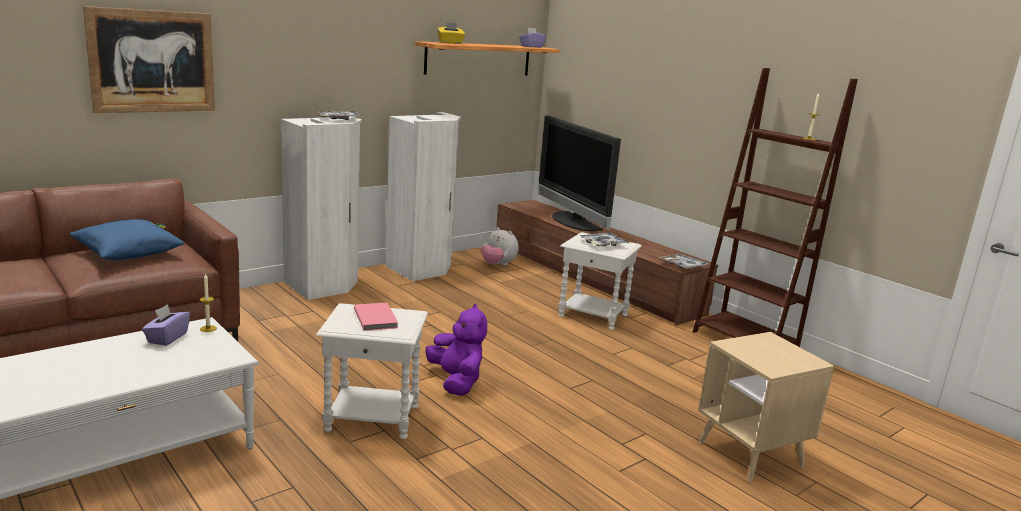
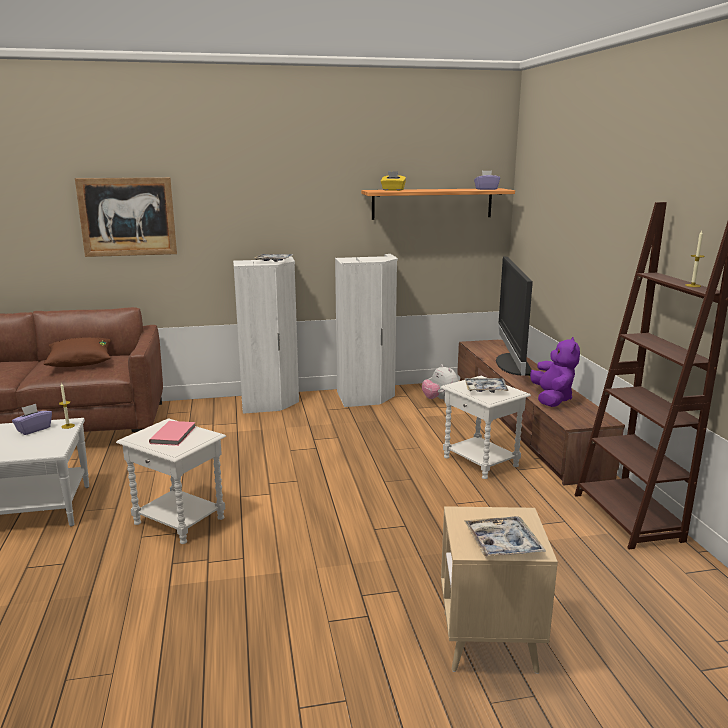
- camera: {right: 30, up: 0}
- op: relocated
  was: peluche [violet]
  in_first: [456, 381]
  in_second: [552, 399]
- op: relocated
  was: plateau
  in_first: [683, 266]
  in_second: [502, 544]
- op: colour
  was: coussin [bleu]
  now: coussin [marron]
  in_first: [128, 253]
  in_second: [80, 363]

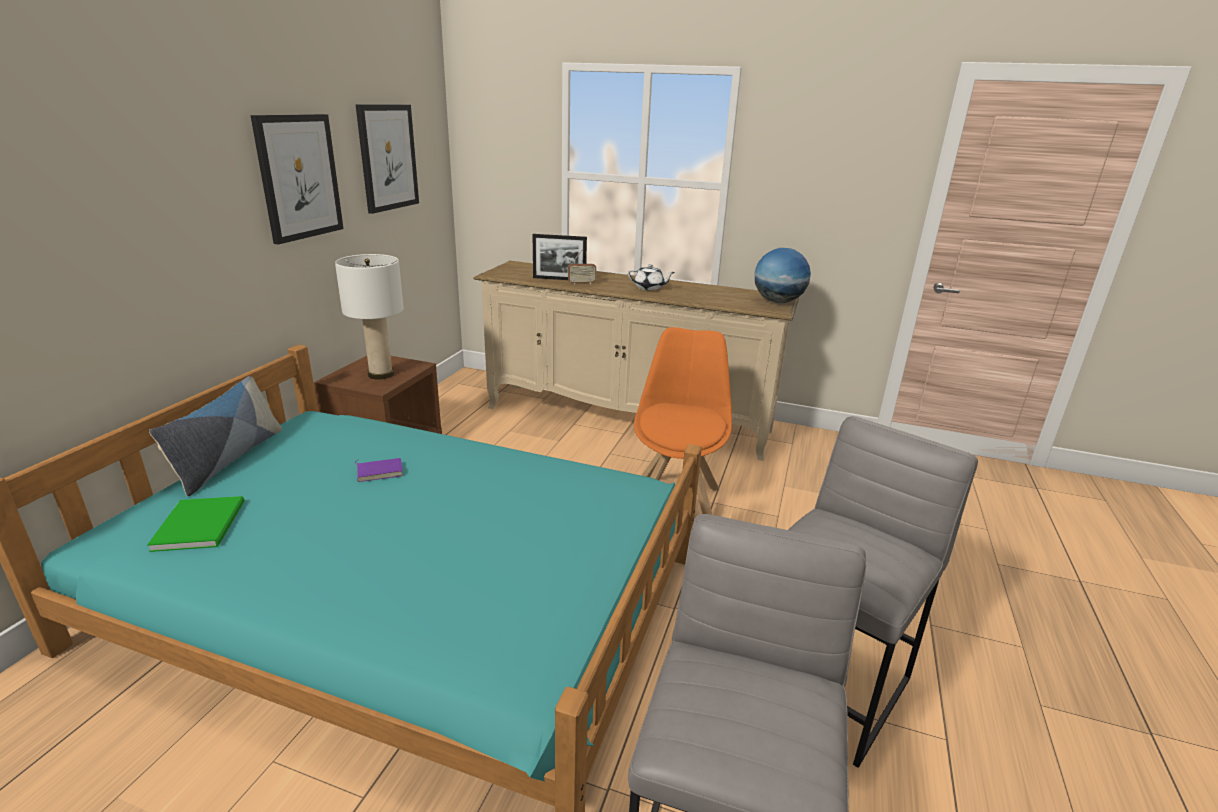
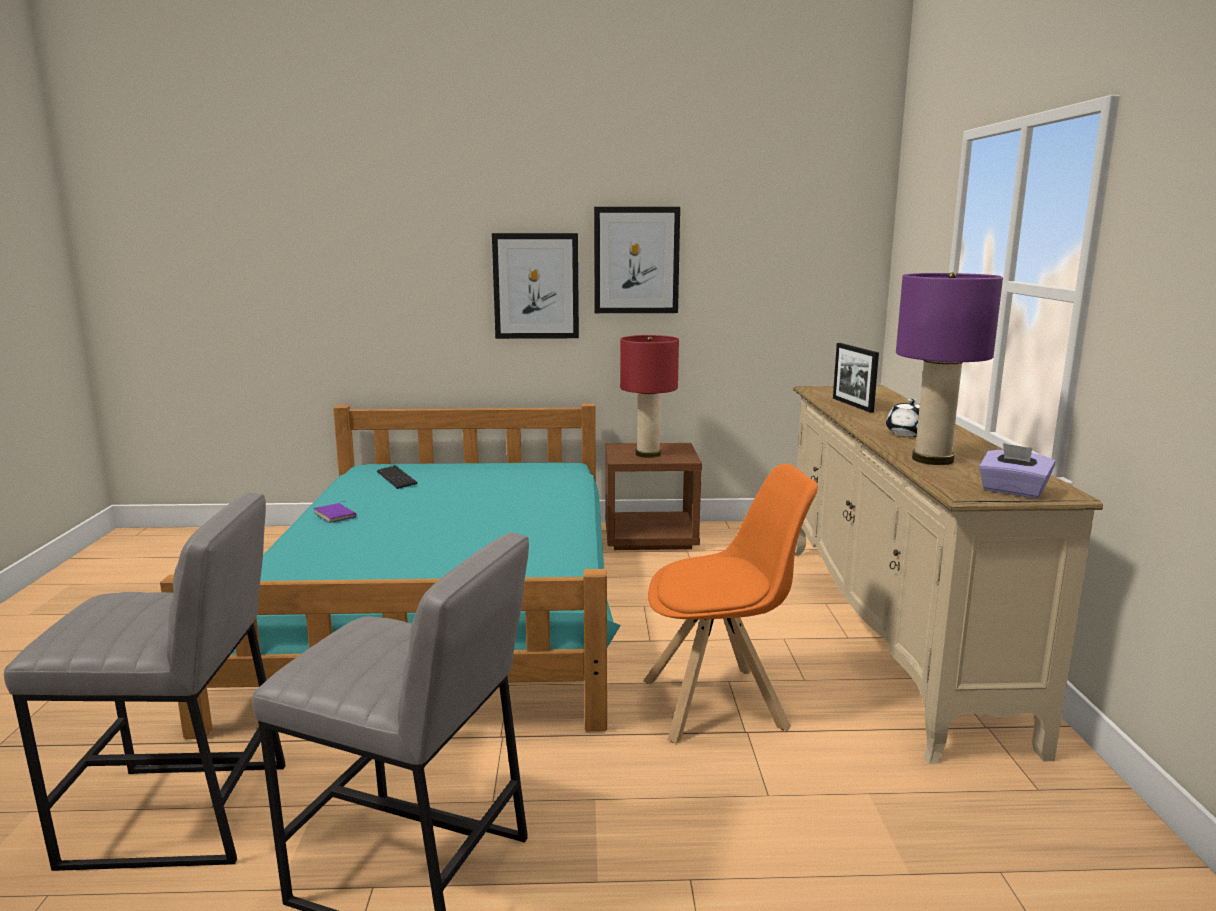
- camera: {right: 70, up: -10}
- op: missing
  was: coussin
  in_first: [229, 459]
- op: missing
  was: radio
  in_first: [581, 283]
- op: appeared
  now: lampe de table [violet]
  in_second: [932, 459]
- op: relocated
  was: livre [violet]
  in_first: [380, 471]
  in_second: [336, 515]
- op: relocated
  was: tableau
  in_first: [387, 157]
  in_second: [536, 286]
- op: exchanged
  was: livre [vert]
  now: clavier
  in_first: [203, 524]
  in_second: [396, 478]
- op: exchanged
  was: globe
  now: boîte à mouchoirs [violet]
  in_first: [777, 302]
  in_second: [1013, 491]
- op: colour
  was: lampe de table [blanc]
  now: lampe de table [rouge]
  in_first: [381, 374]
  in_second: [648, 454]

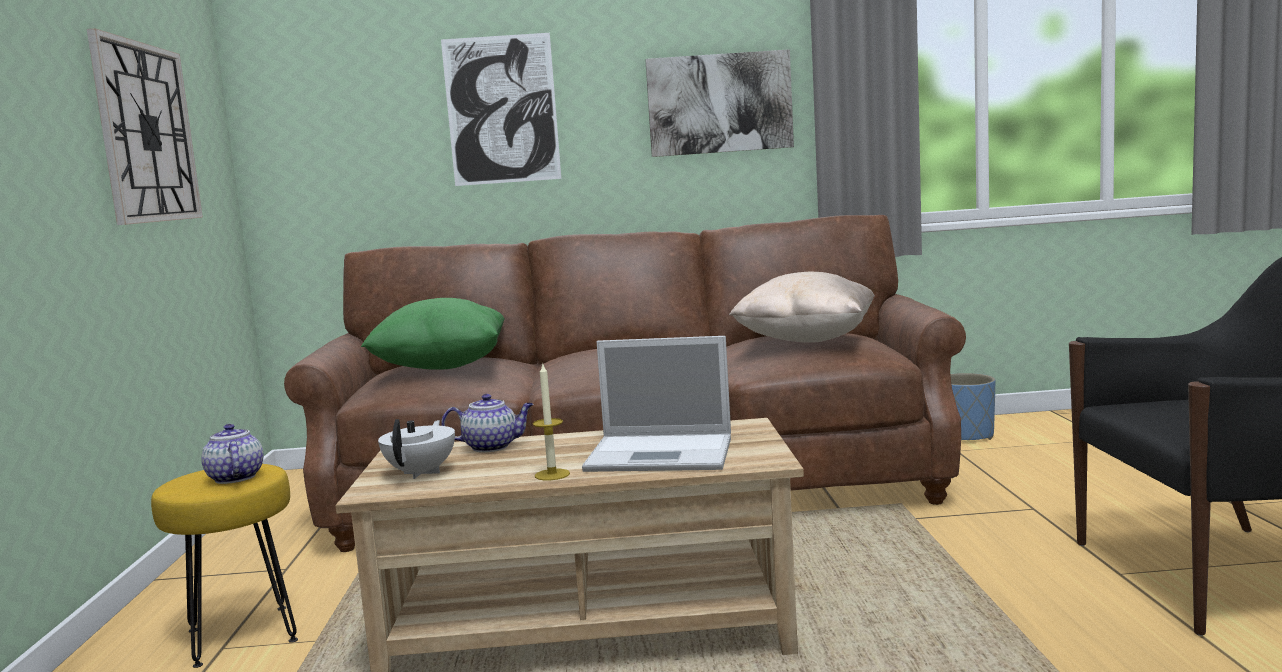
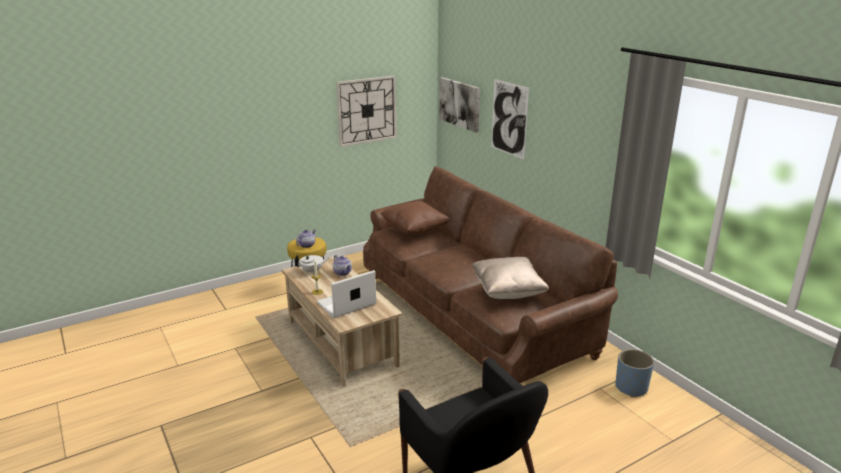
- camera: {right: 60, up: 15}
- op: relocated
  was: tableau
  in_first: [719, 103]
  in_second: [460, 103]
- op: colour
  was: coussin [vert]
  now: coussin [marron]
  in_first: [442, 367]
  in_second: [415, 230]
- op: spun
  was: ordinateur portable
  in_first: [663, 454]
  in_second: [345, 304]
  clockwise: 75

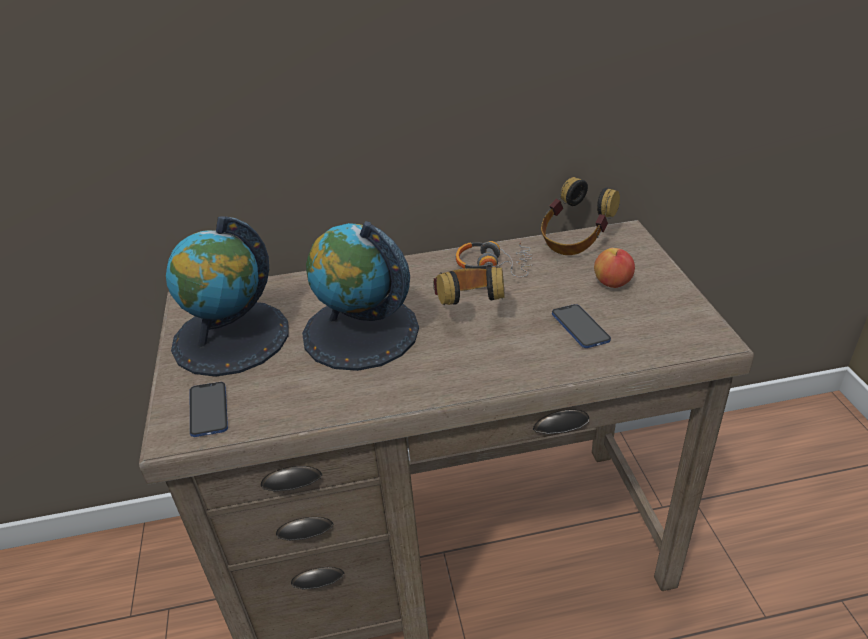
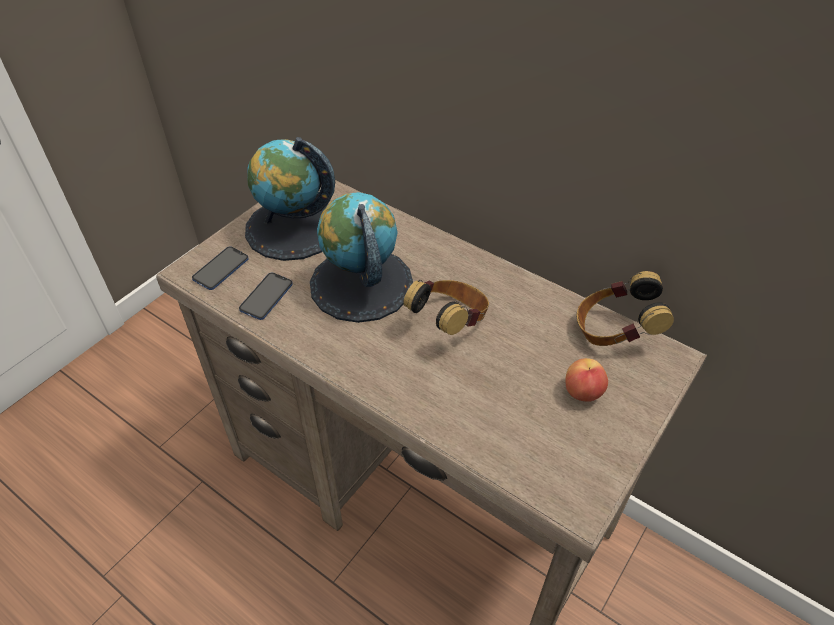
- camera: {right: 45, up: 10}
- op: missing
  was: casque audio
  in_first: [494, 265]
- op: relocated
  was: téléphone
  in_first: [580, 327]
  in_second: [266, 297]

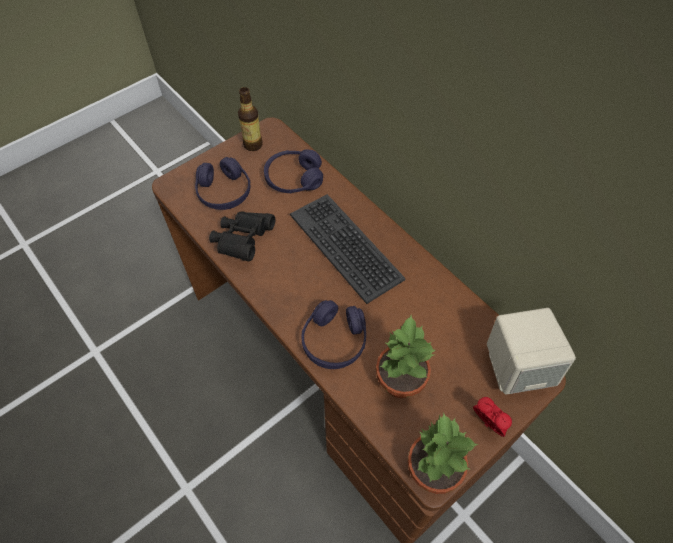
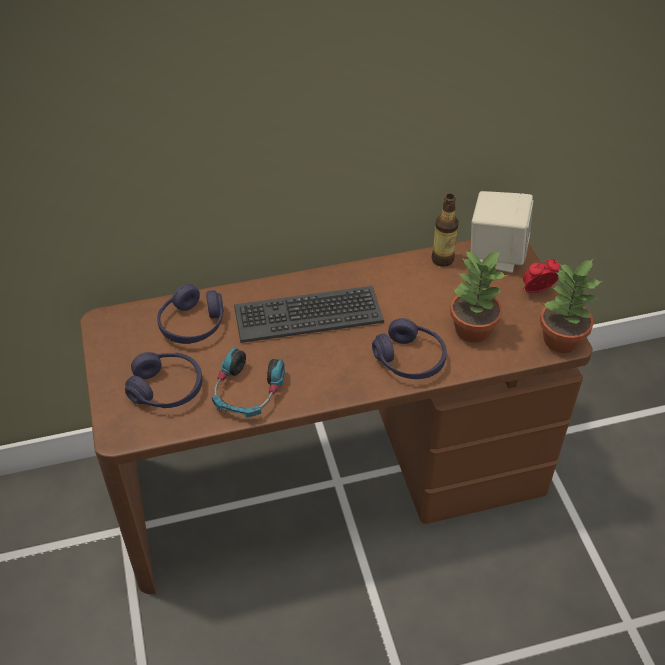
- camera: {right: -65, up: -10}
- op: relocated
  was: bouteille
  in_first: [253, 145]
  in_second: [442, 259]
- op: exchanged
  was: jumelles [noir]
  now: casque audio
  in_first: [243, 241]
  in_second: [247, 392]

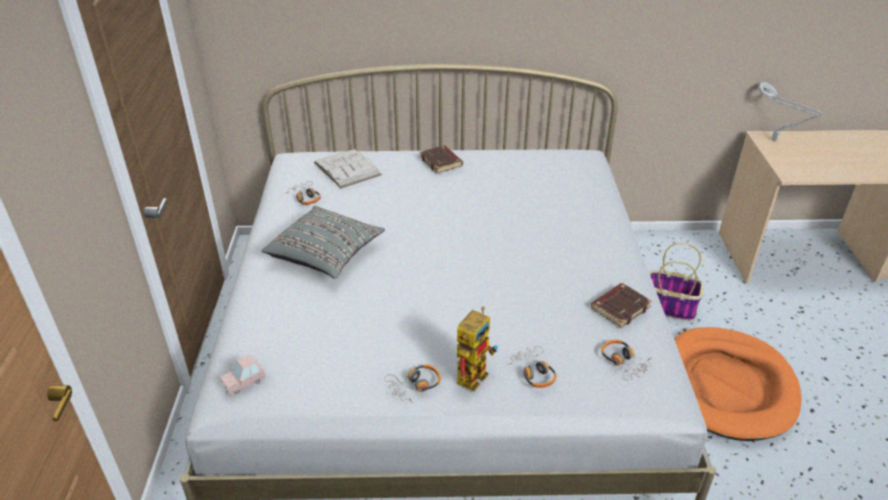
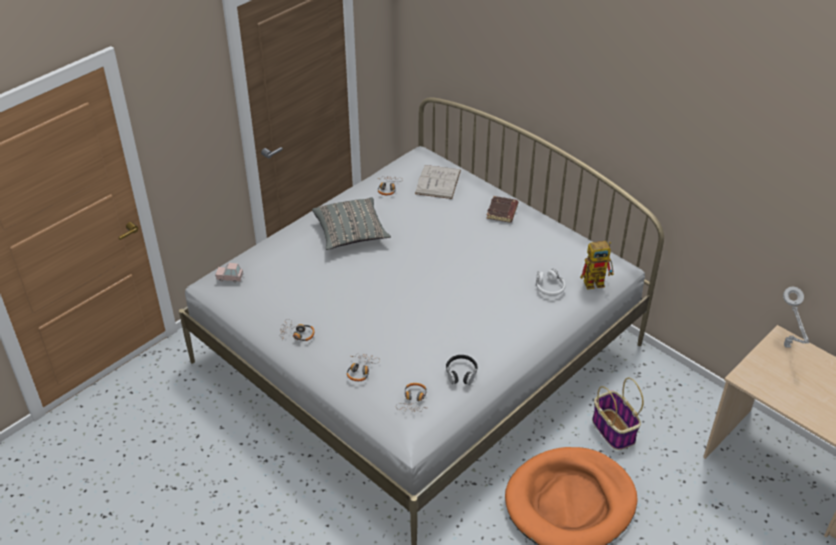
- camera: {right: 45, up: 5}
- op: appeared
  now: casque audio [blanc]
  in_second: [549, 287]
- op: relocated
  was: robot jouet
  in_first: [473, 372]
  in_second: [597, 281]
- op: exchanged
  was: livre [marron]
  now: casque audio [noir]
  in_first: [620, 307]
  in_second: [461, 373]

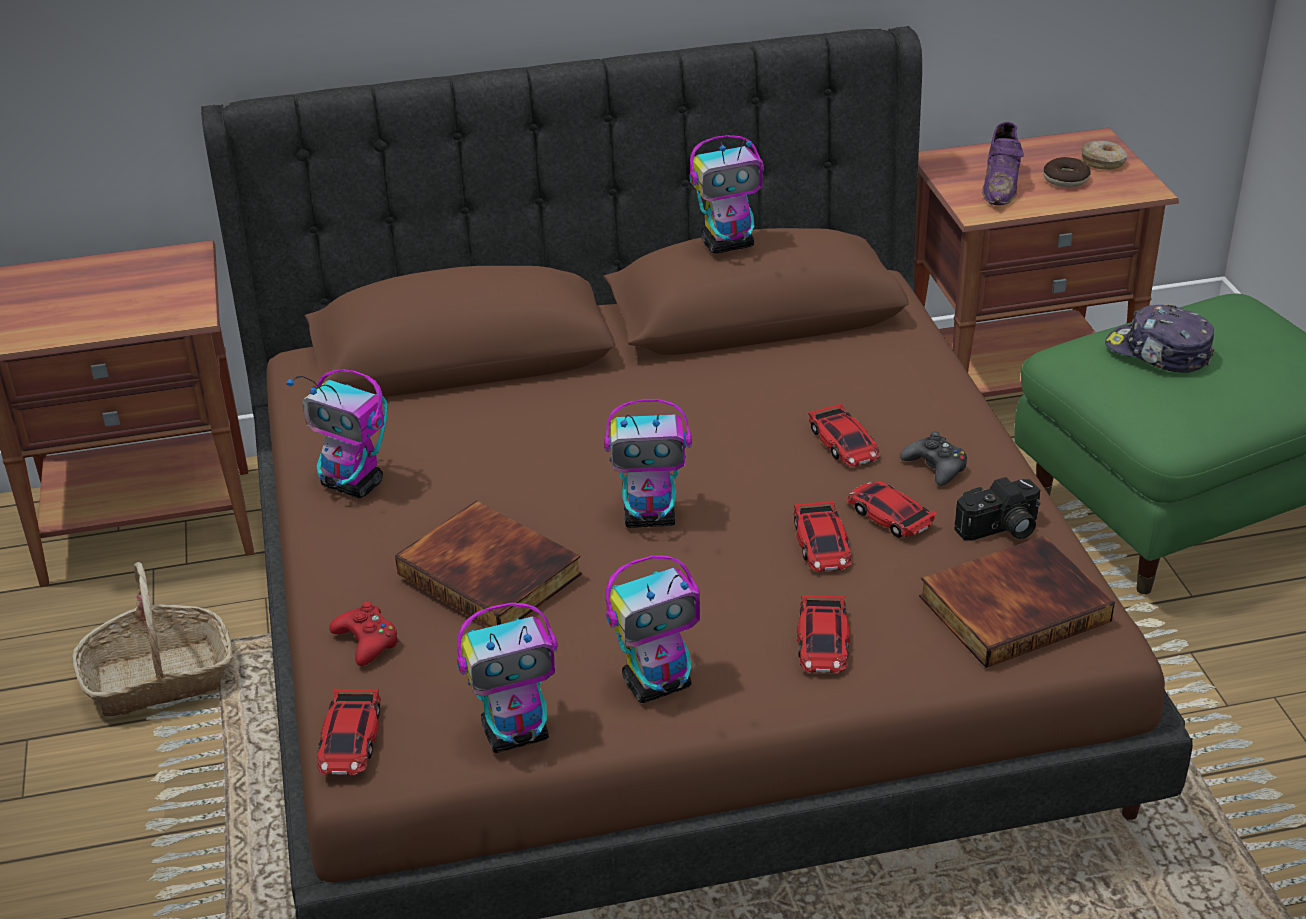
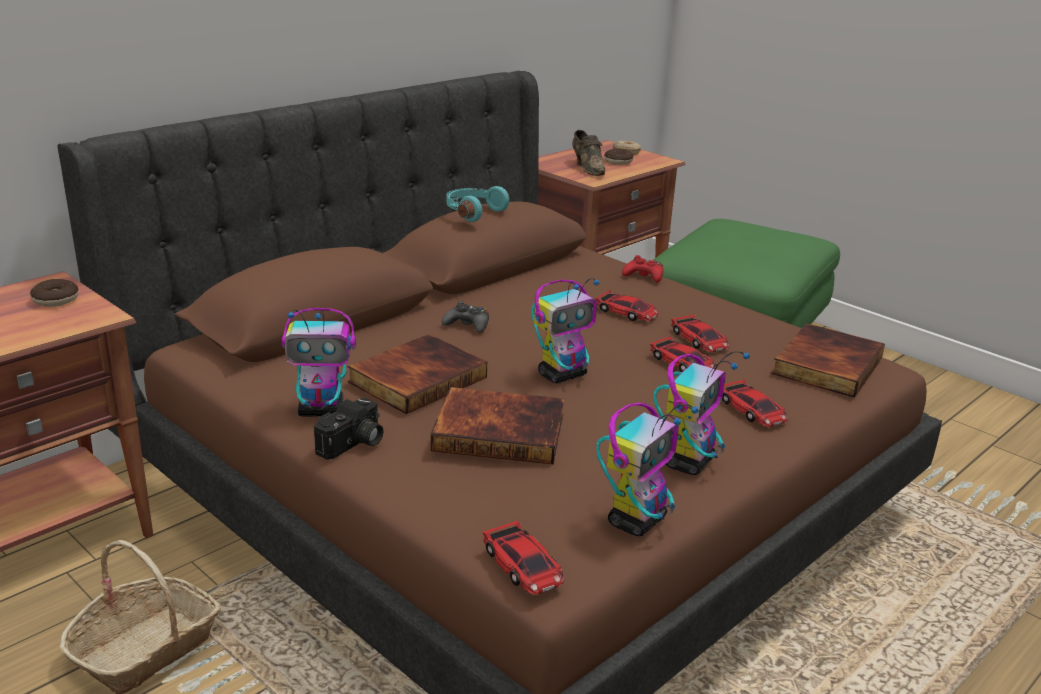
- camera: {right: -35, up: -10}
- op: missing
  was: casquette
  in_first: [1158, 353]
- op: appeared
  now: beignet
  in_second: [55, 300]
- op: appeared
  now: livre
  in_second: [417, 378]
- op: relocated
  was: manette [rouge]
  in_first: [367, 641]
  in_second: [644, 276]
- op: relocated
  was: manette [noir]
  in_first: [936, 467]
  in_second: [467, 325]
- op: relocated
  was: appareil photo
  in_first: [1000, 529]
  in_second: [353, 444]
- op: exchanged
  was: robot jouet
  now: casque audio [turquoise]
  in_first: [728, 244]
  in_second: [472, 212]
- op: colour
  was: chaussure [violet]
  now: chaussure [marron]
  in_first: [1001, 185]
  in_second: [588, 168]
- op: spun
  was: petite voiture
  in_first: [888, 515]
  in_second: [699, 340]
  clockwise: -135

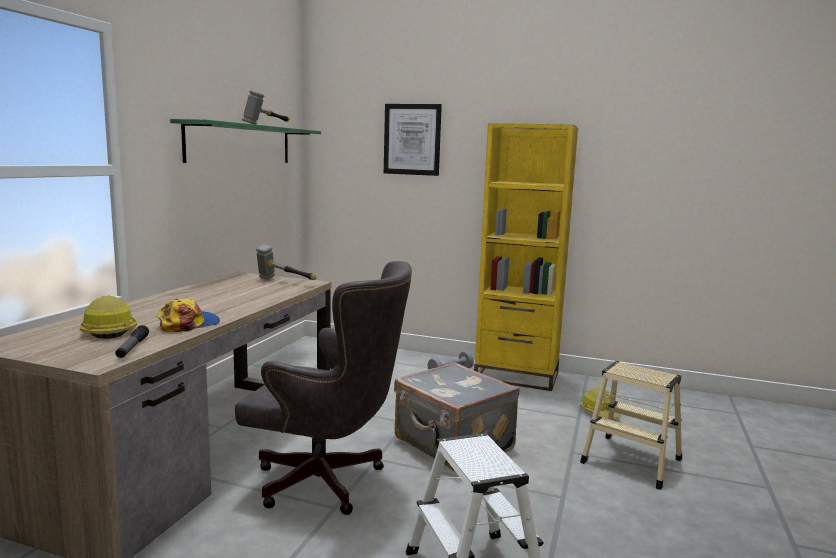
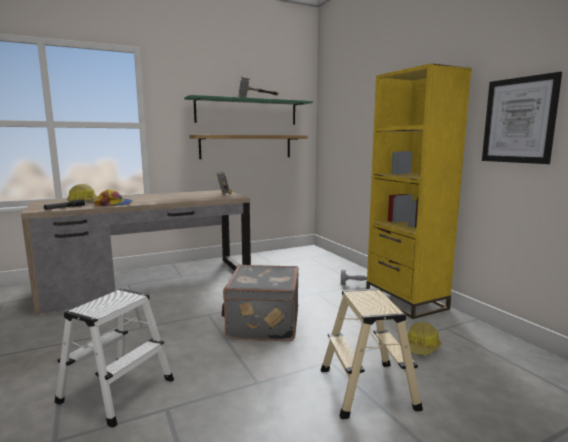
- camera: {right: 45, up: 0}
- op: missing
  was: chaise de bureau [gris]
  in_first: [327, 482]
- op: appeared
  now: étagère
  in_second: [246, 146]
- op: relocated
  was: tableau
  in_first: [412, 139]
  in_second: [519, 120]

